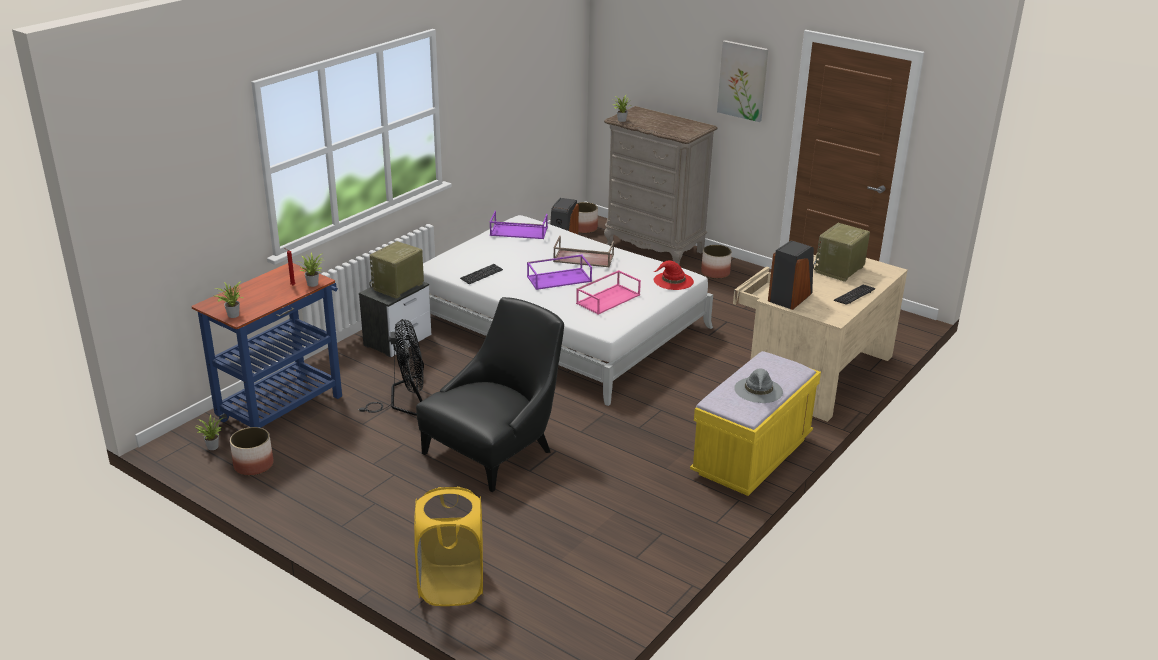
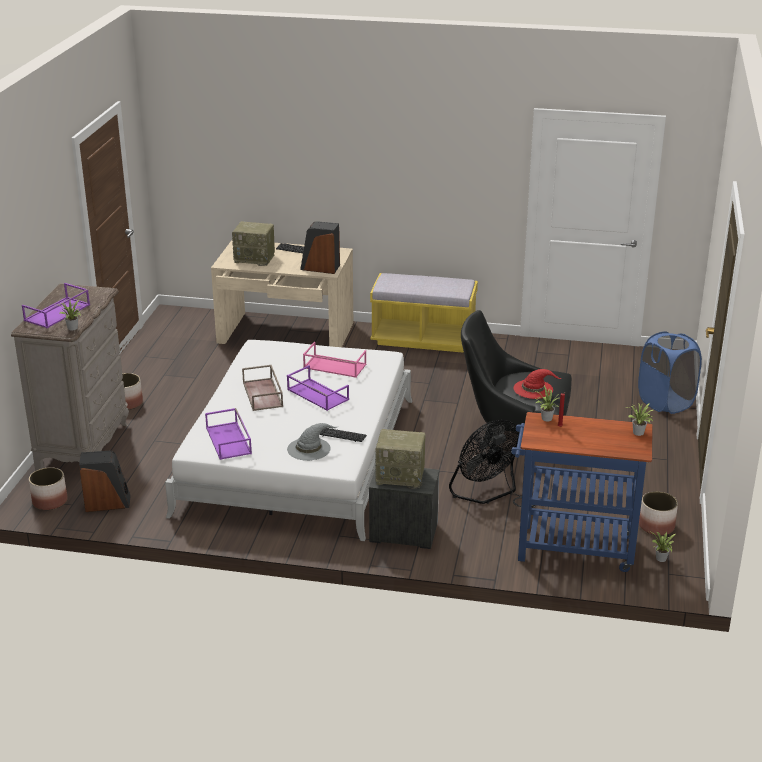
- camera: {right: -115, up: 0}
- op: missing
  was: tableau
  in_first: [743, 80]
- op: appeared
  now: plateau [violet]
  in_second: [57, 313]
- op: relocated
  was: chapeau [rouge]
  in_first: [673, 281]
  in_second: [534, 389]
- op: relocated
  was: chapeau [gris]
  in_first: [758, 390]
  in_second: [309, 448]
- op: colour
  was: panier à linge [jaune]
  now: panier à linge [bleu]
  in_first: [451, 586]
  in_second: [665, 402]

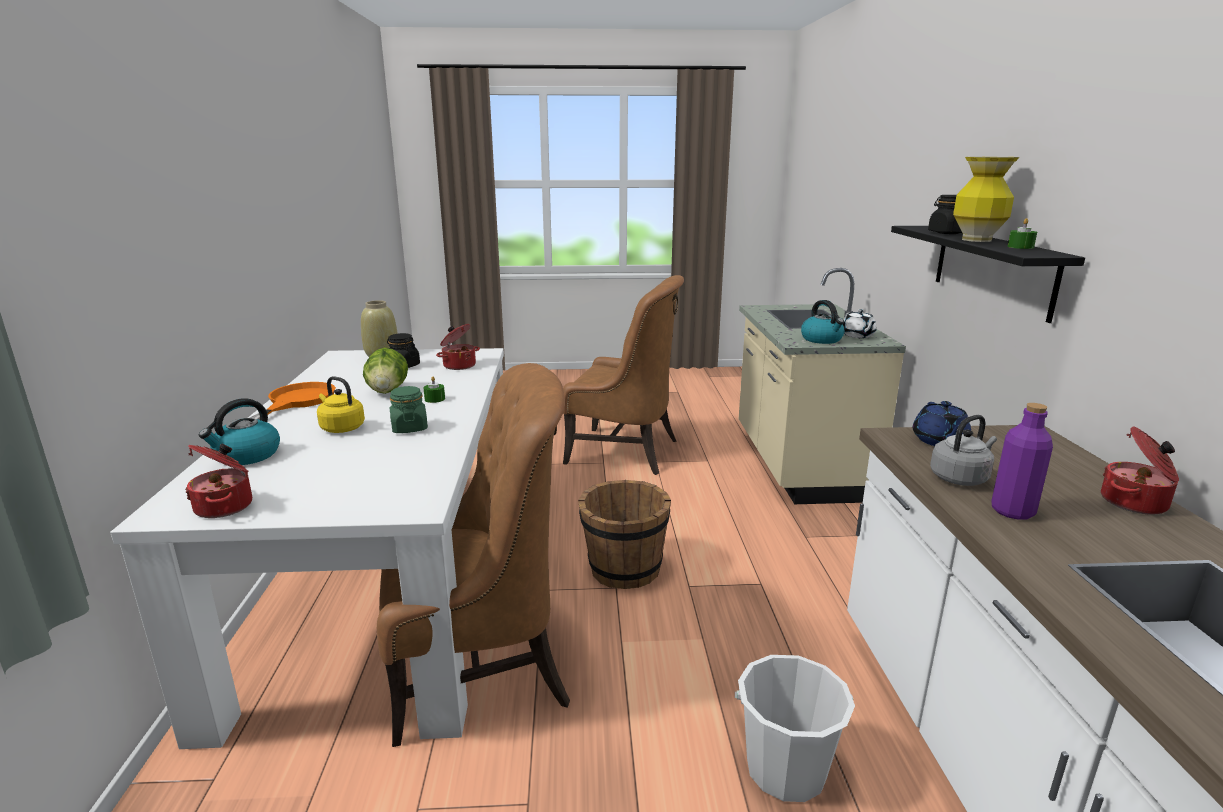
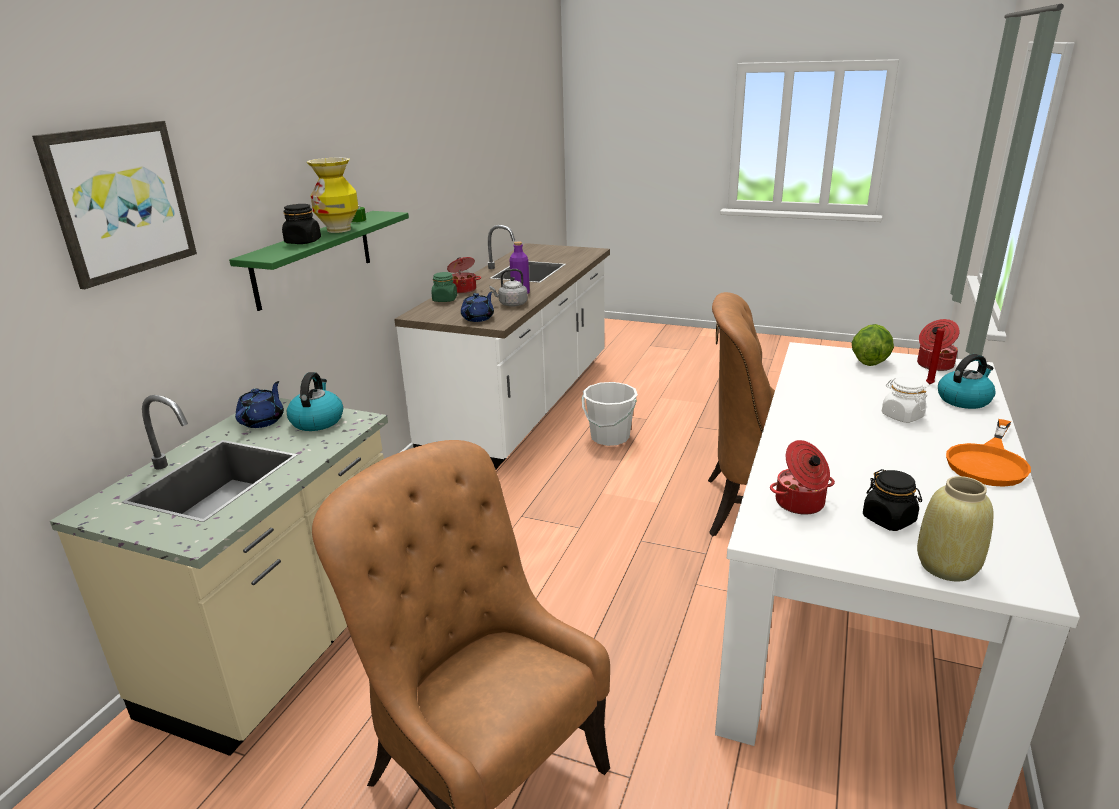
- camera: {right: -155, up: 5}
- op: missing
  was: bougie [vert]
  in_first: [434, 399]
- op: missing
  was: seau [marron]
  in_first: [624, 569]
- op: appeared
  now: tableau
  in_second: [120, 201]
- op: appeared
  now: bougie [rouge]
  in_second: [930, 385]
- op: relocated
  was: laitue
  in_first: [388, 391]
  in_second: [869, 362]
- op: relocated
  was: bocal [vert]
  in_first: [409, 428]
  in_second: [445, 300]
- op: exchanged
  was: bouilloire [jaune]
  now: bocal [blanc]
  in_first: [341, 428]
  in_second: [901, 416]
- op: colour
  was: théière [blanc]
  now: théière [bleu]
  in_first: [857, 335]
  in_second: [263, 420]
- op: colour
  was: étagère [noir]
  now: étagère [vert]
  in_first: [992, 269]
  in_second: [314, 258]

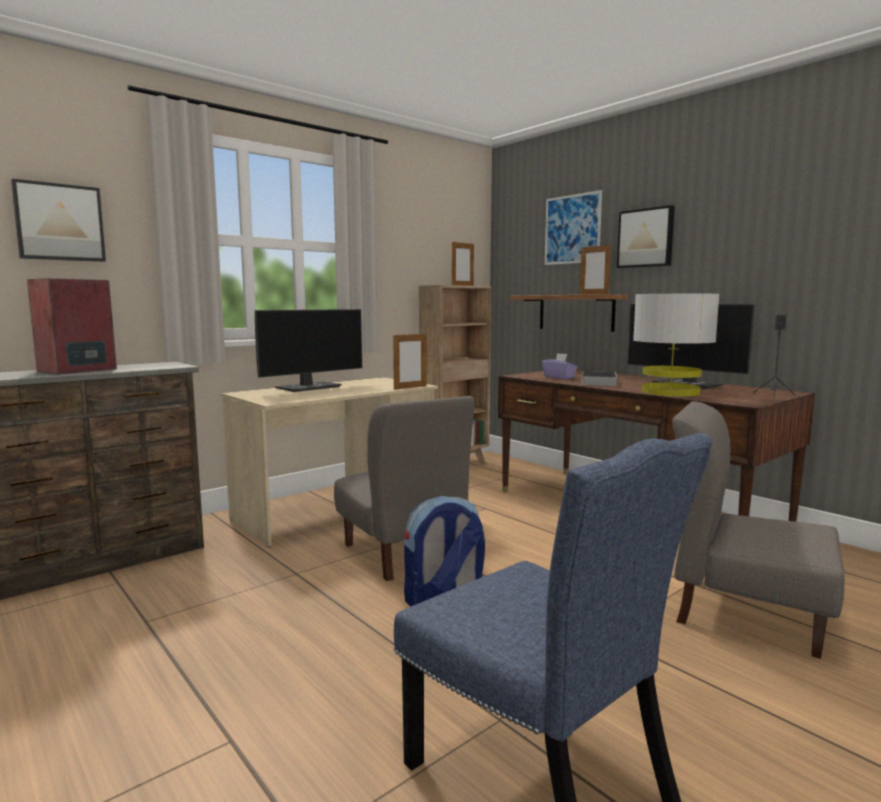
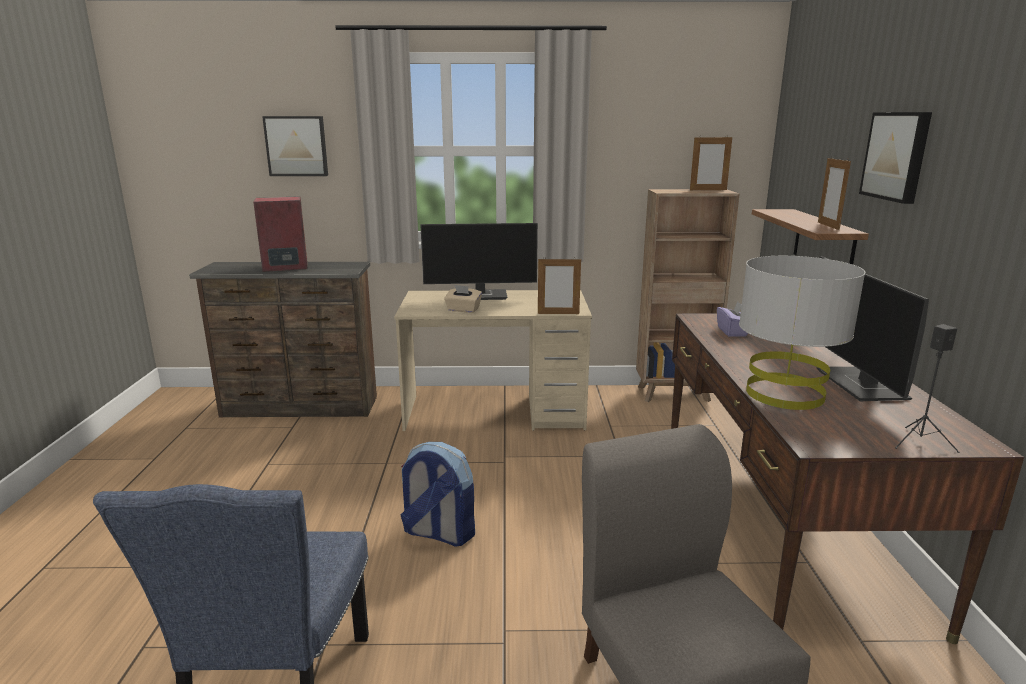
- camera: {right: 40, up: 10}
- op: missing
  was: chaise [gris]
  in_first: [403, 552]
- op: missing
  was: tableau
  in_first: [572, 229]
- op: missing
  was: livre
  in_first: [598, 382]
- op: appeared
  now: boîte à mouchoirs [beige]
  in_second: [463, 310]

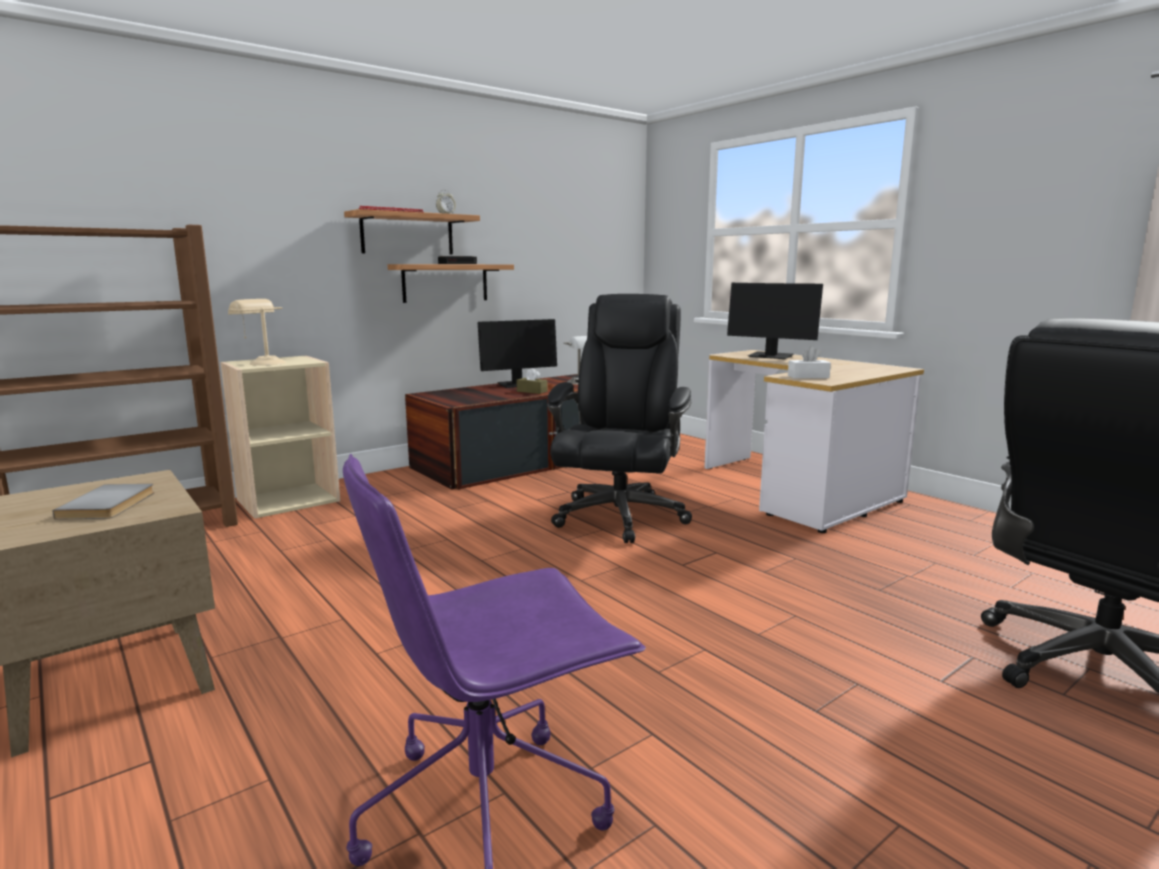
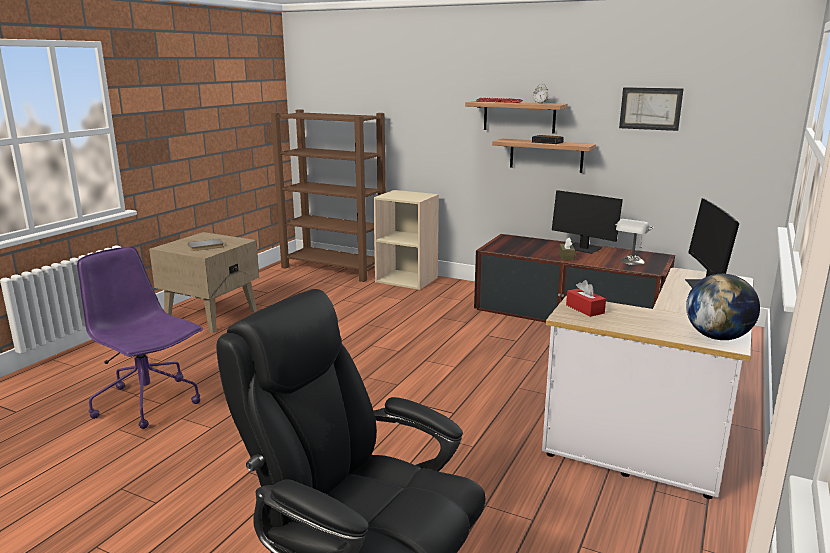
- camera: {right: 65, up: 5}
- op: missing
  was: lampe de table [beige]
  in_first: [262, 362]
- op: missing
  was: chaise de bureau [noir]
  in_first: [620, 517]
- op: appeared
  now: tableau
  in_second: [650, 108]
- op: appeared
  now: globe
  in_second: [717, 337]
- op: colour
  was: boîte à mouchoirs [blanc]
  now: boîte à mouchoirs [rouge]
  in_first: [808, 377]
  in_second: [585, 309]

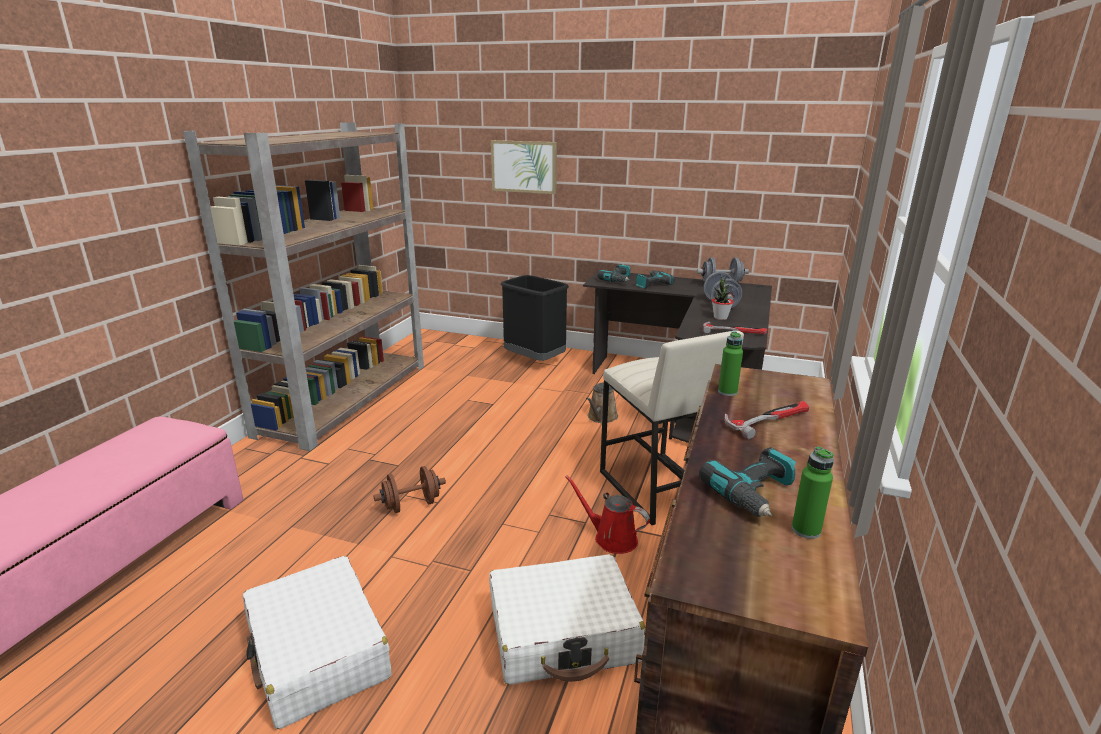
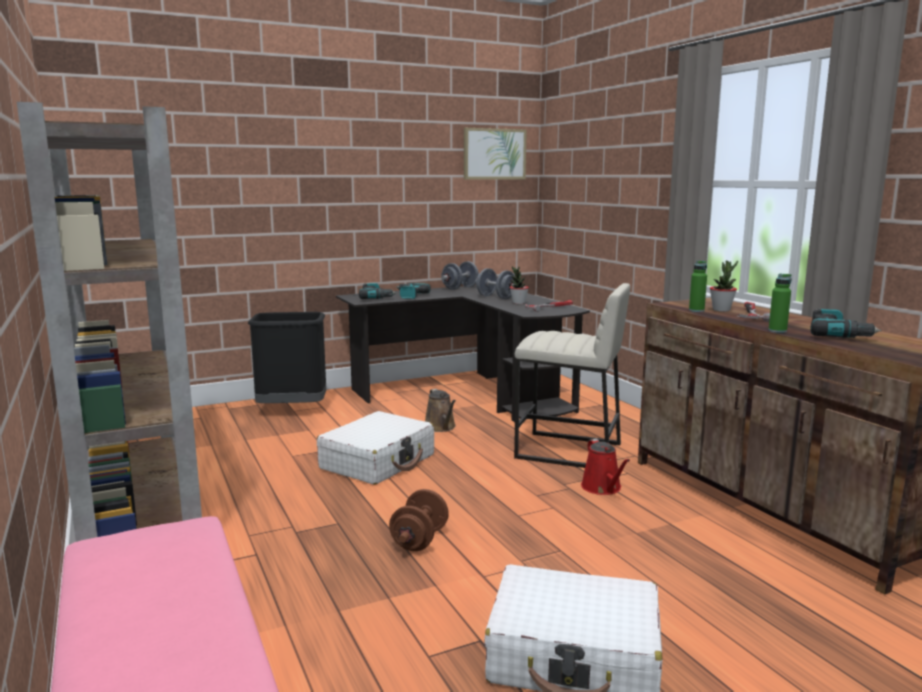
- camera: {right: -45, up: -10}
- op: appeared
  now: plante en pot
  in_second: [721, 310]
- op: relocated
  was: valise [blanc]
  in_first: [563, 634]
  in_second: [378, 462]
- op: relocated
  was: tableau
  in_first: [524, 166]
  in_second: [494, 154]
- op: relocated
  was: bouteille [vert]
  in_first: [806, 530]
  in_second: [777, 331]
- op: spun
  was: arrosoir [rouge]
  in_first: [611, 538]
  in_second: [603, 488]
  clockwise: -90

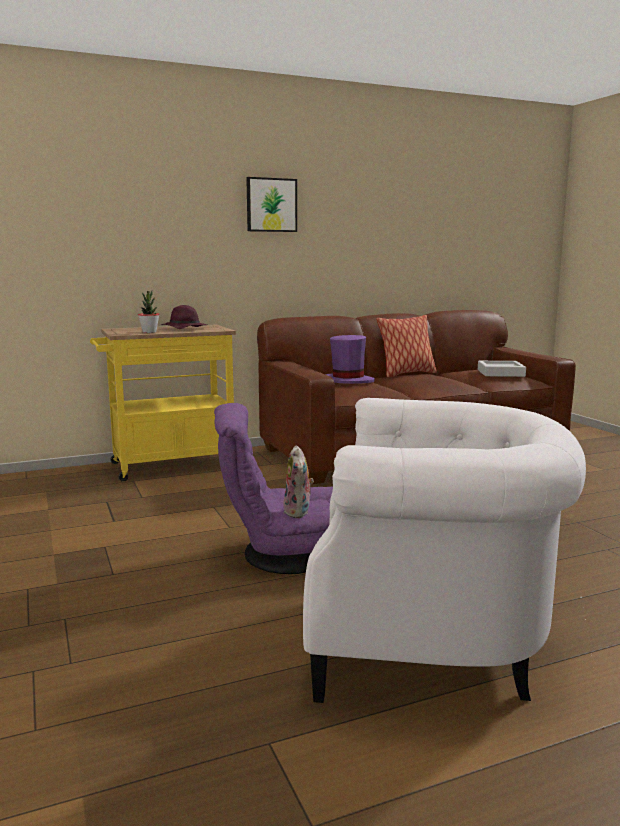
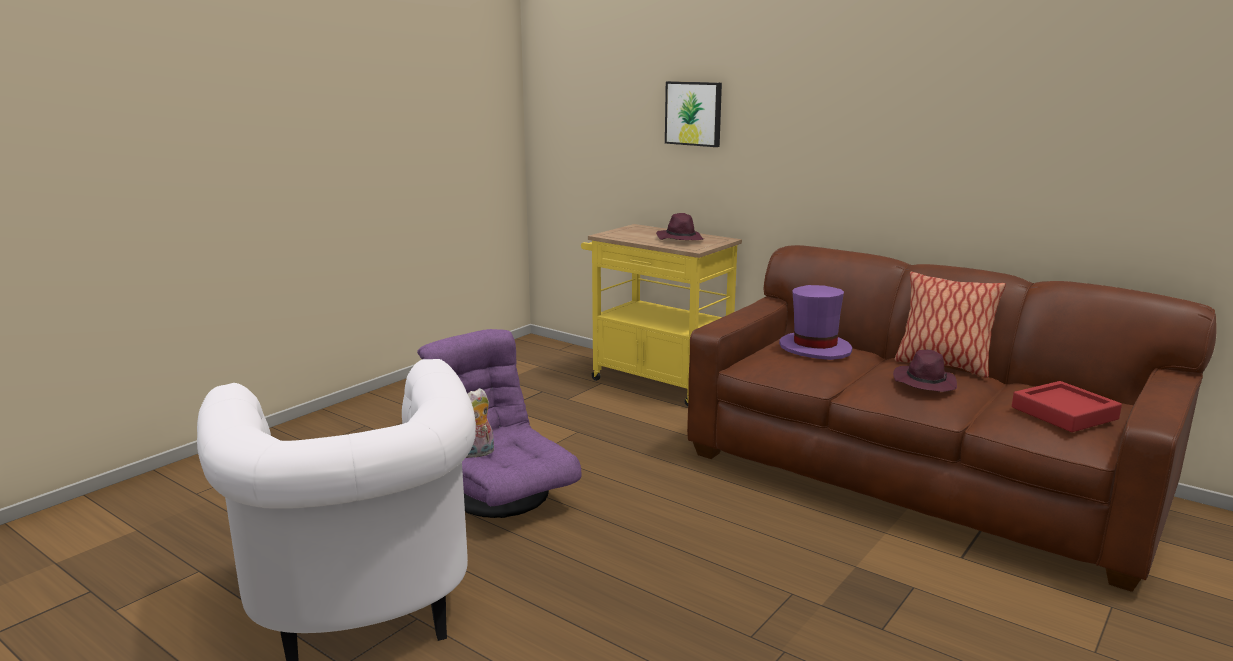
- camera: {right: 60, up: 5}
- op: missing
  was: plante en pot
  in_first: [149, 332]
- op: appeared
  now: chapeau [violet]
  in_second: [924, 383]
- op: relocated
  was: tableau
  in_first: [271, 205]
  in_second: [694, 113]
- op: colour
  was: plateau [gris]
  now: plateau [rouge]
  in_first: [500, 373]
  in_second: [1064, 413]

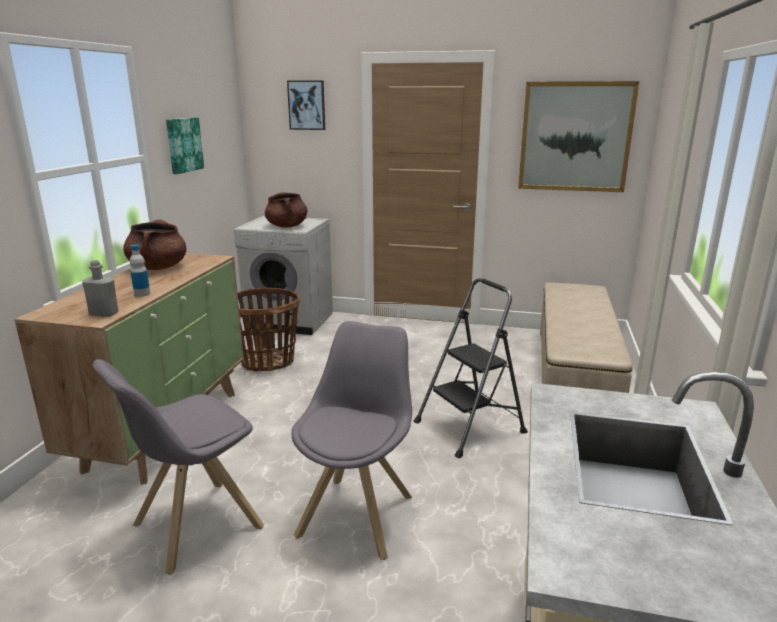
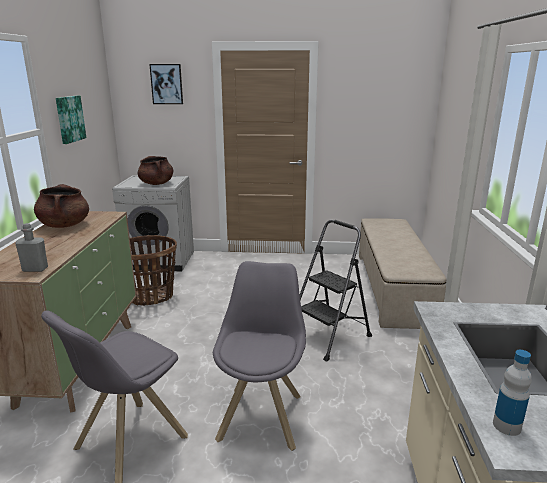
- camera: {right: -10, up: 0}
- op: missing
  was: tableau
  in_first: [575, 137]
- op: relocated
  was: bouteille
  in_first: [142, 294]
  in_second: [506, 426]

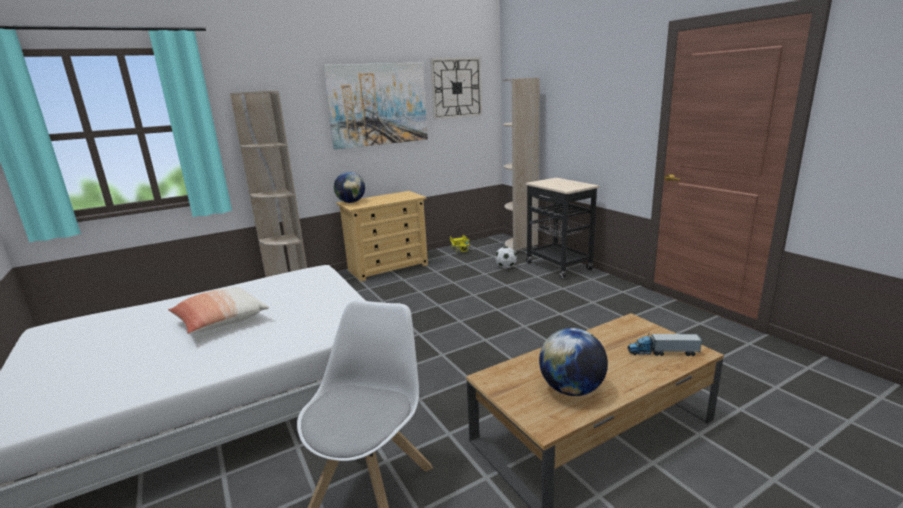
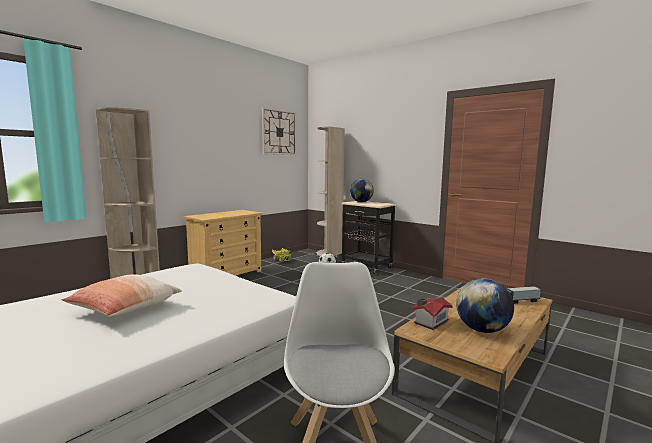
- camera: {right: -20, up: -10}
- op: missing
  was: tableau
  in_first: [378, 105]
- op: appeared
  now: maison miniature
  in_second: [430, 322]
- op: relocated
  was: globe
  in_first: [351, 202]
  in_second: [361, 202]

